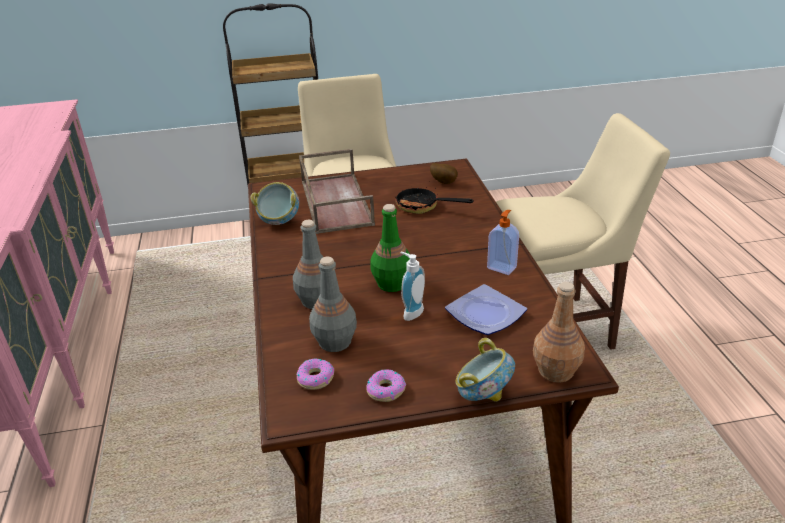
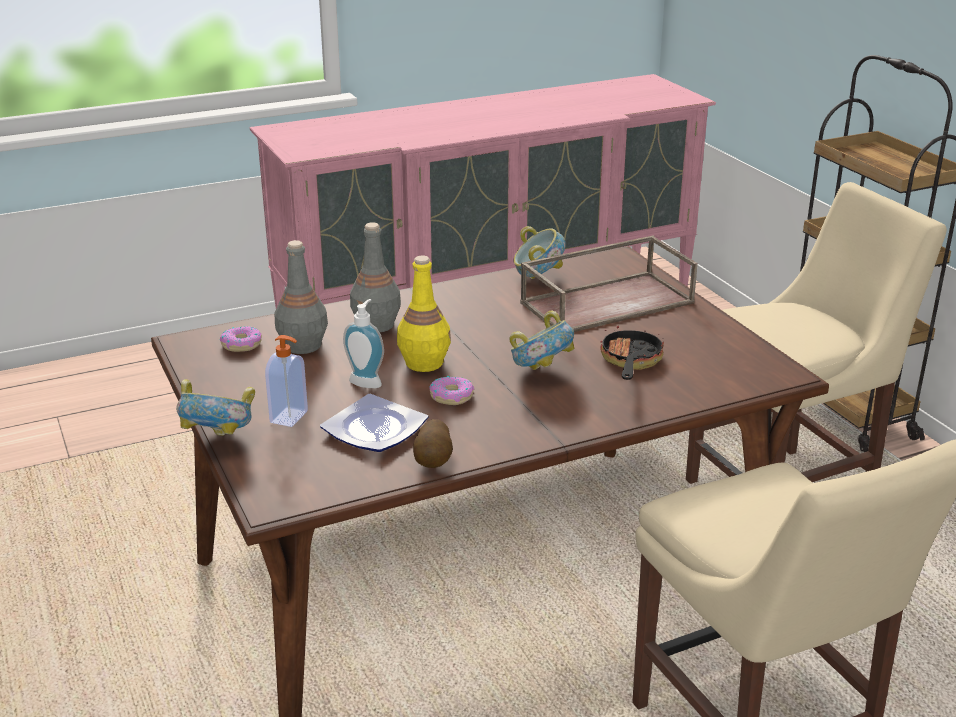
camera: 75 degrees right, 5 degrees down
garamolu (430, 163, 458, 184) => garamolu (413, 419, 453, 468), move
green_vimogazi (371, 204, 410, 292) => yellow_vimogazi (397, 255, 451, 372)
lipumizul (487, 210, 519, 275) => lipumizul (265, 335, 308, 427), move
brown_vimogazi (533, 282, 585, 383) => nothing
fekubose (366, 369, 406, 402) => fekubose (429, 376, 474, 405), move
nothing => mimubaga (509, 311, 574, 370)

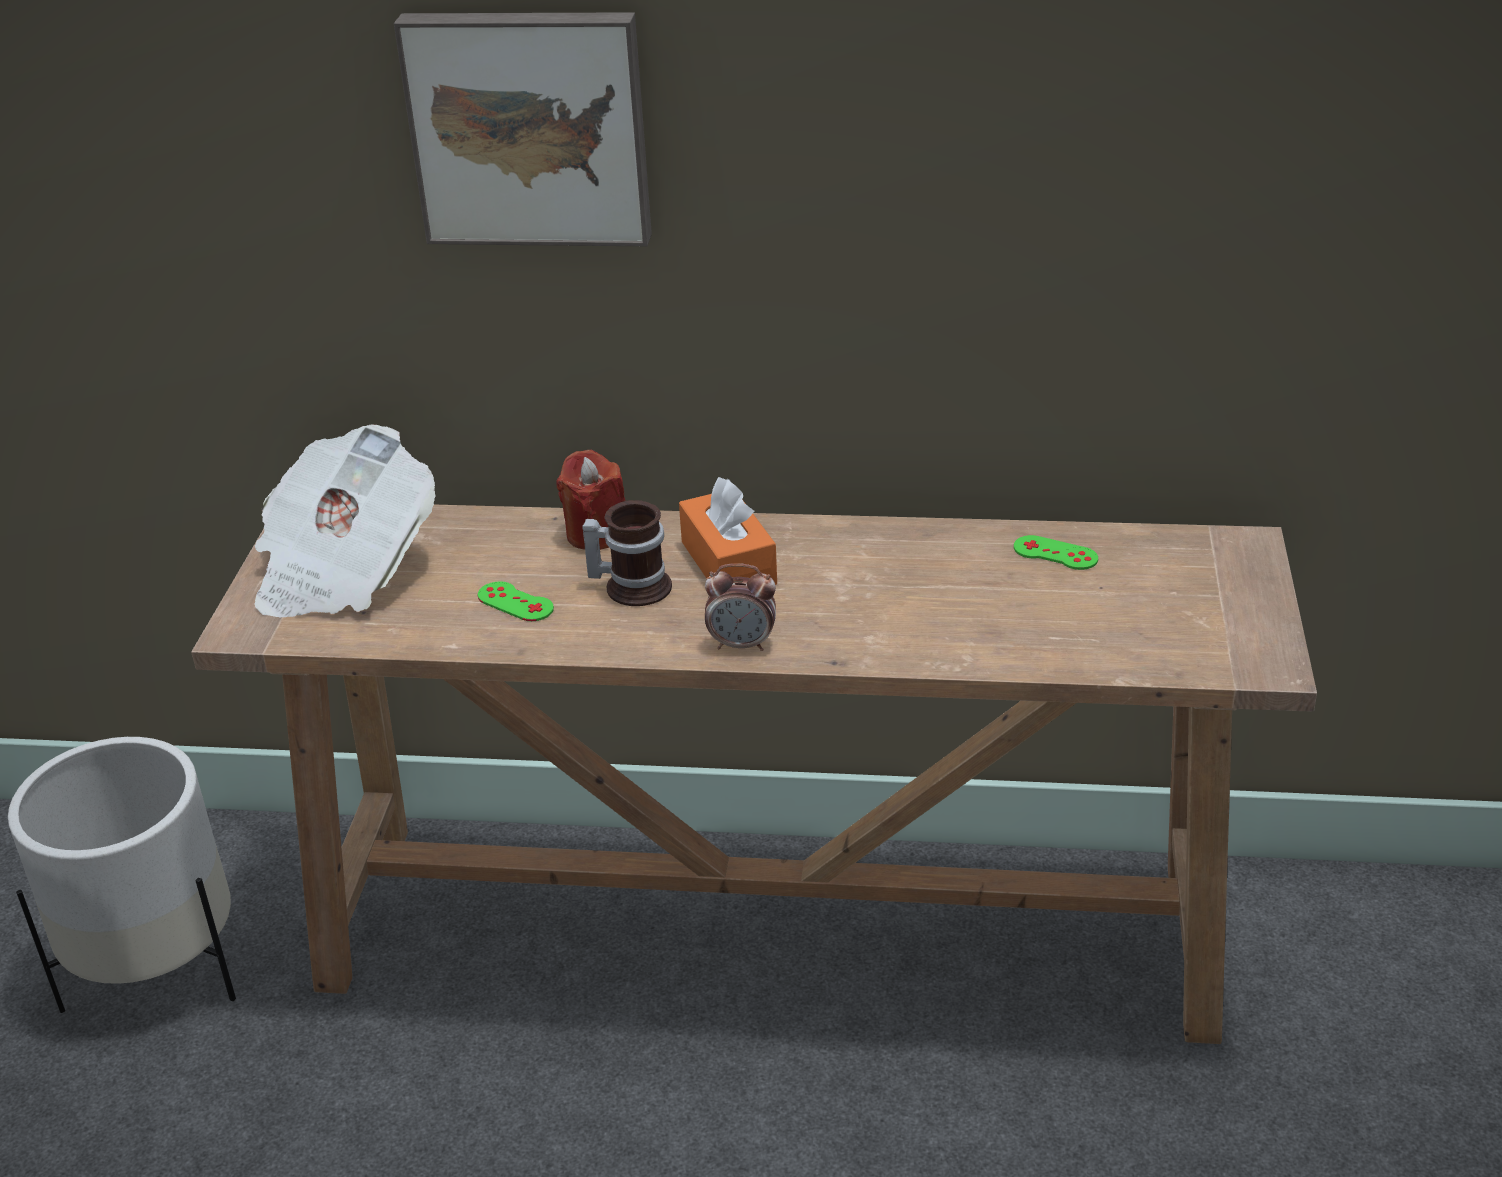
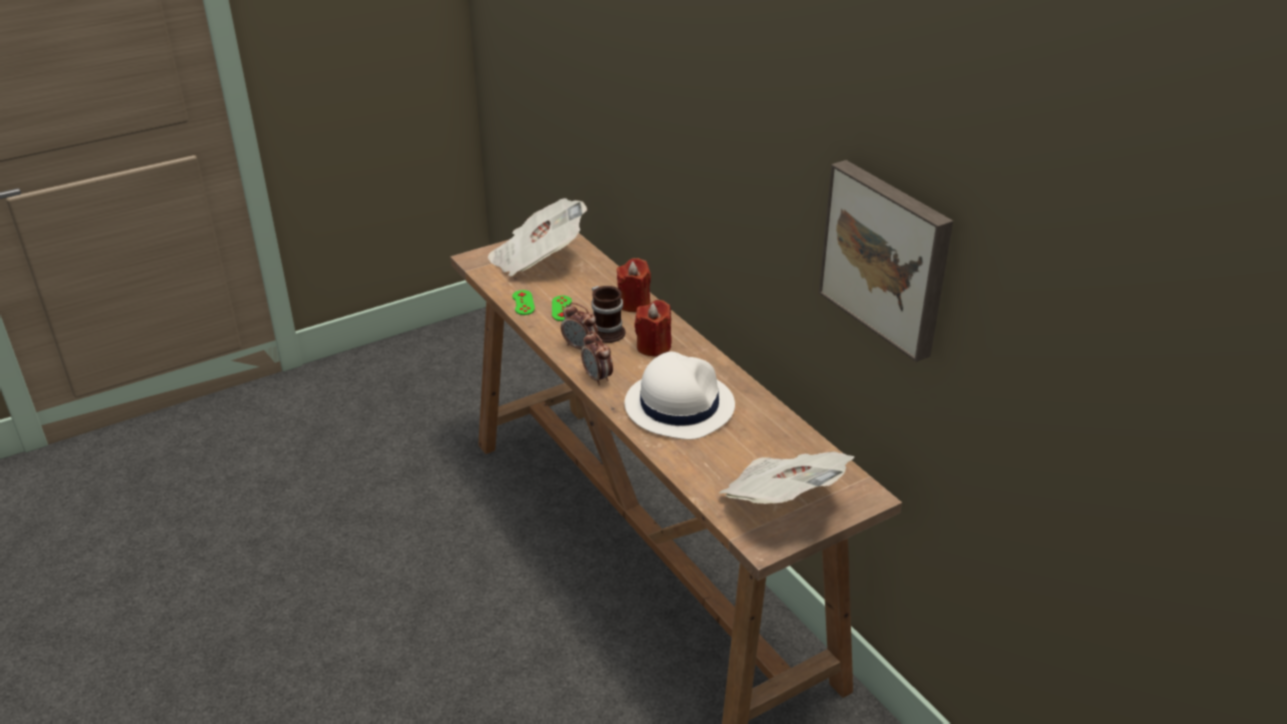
camera: 50 degrees right, 0 degrees up
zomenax (394, 12, 652, 246) => zomenax (819, 160, 953, 362), move
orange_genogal (679, 477, 777, 585) => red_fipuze (634, 300, 672, 357)
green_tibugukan (1014, 535, 1098, 570) => green_tibugukan (512, 290, 535, 315), move
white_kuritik (8, 737, 236, 1013) => nothing
nothing => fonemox (561, 303, 598, 349)
nothing => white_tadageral (625, 352, 735, 440)
nothing => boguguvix (719, 451, 854, 504)

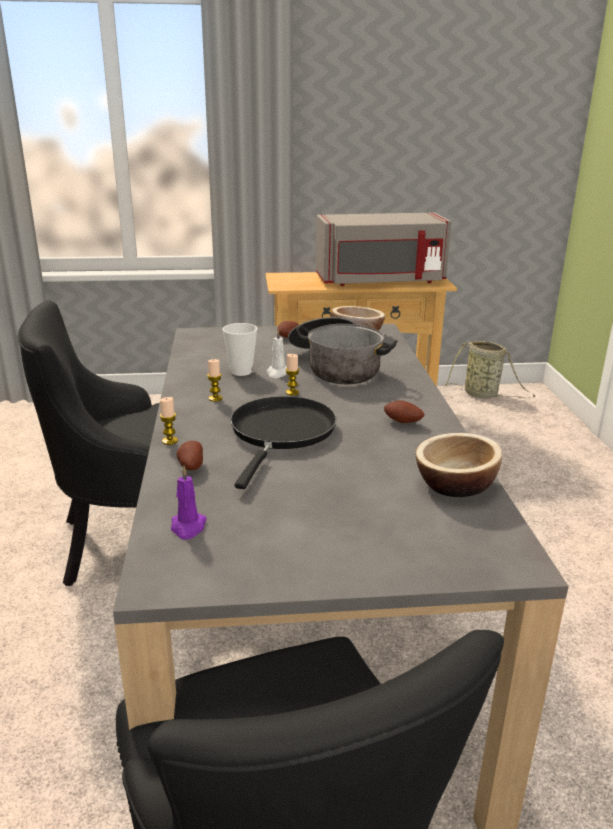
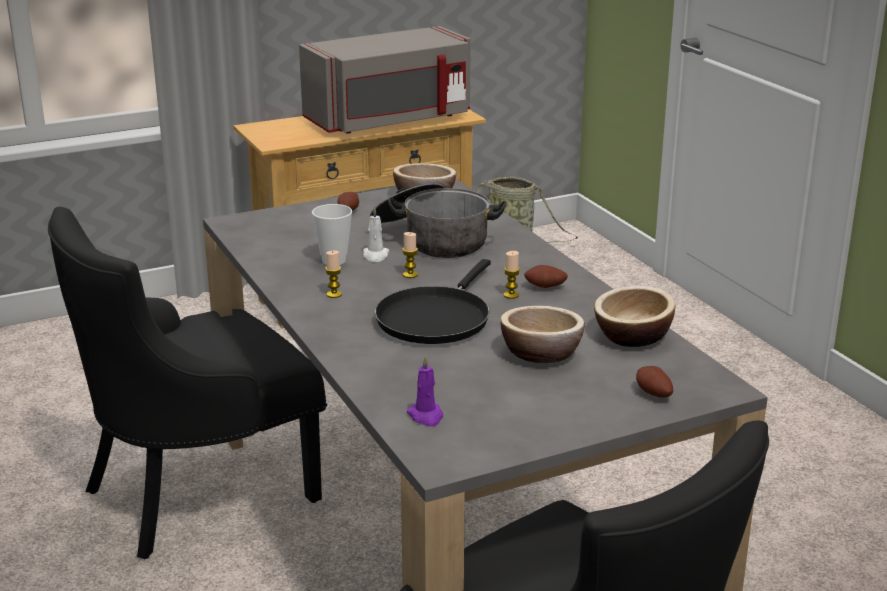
camera: 20 degrees left, 0 degrees up
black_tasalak (230, 396, 337, 489) => black_tasalak (375, 259, 491, 344), 150 degrees counterclockwise
fipuze (159, 397, 178, 445) => fipuze (504, 251, 520, 299), move
garamolu (177, 441, 203, 470) => garamolu (636, 366, 673, 398), move
nothing => mimubaga (500, 306, 585, 363)

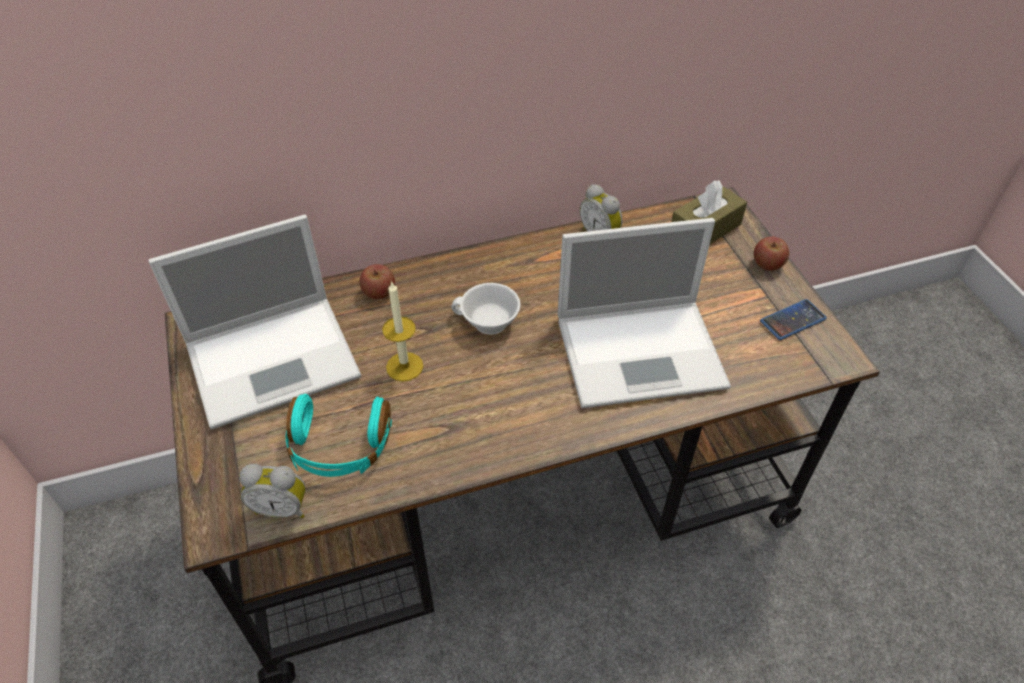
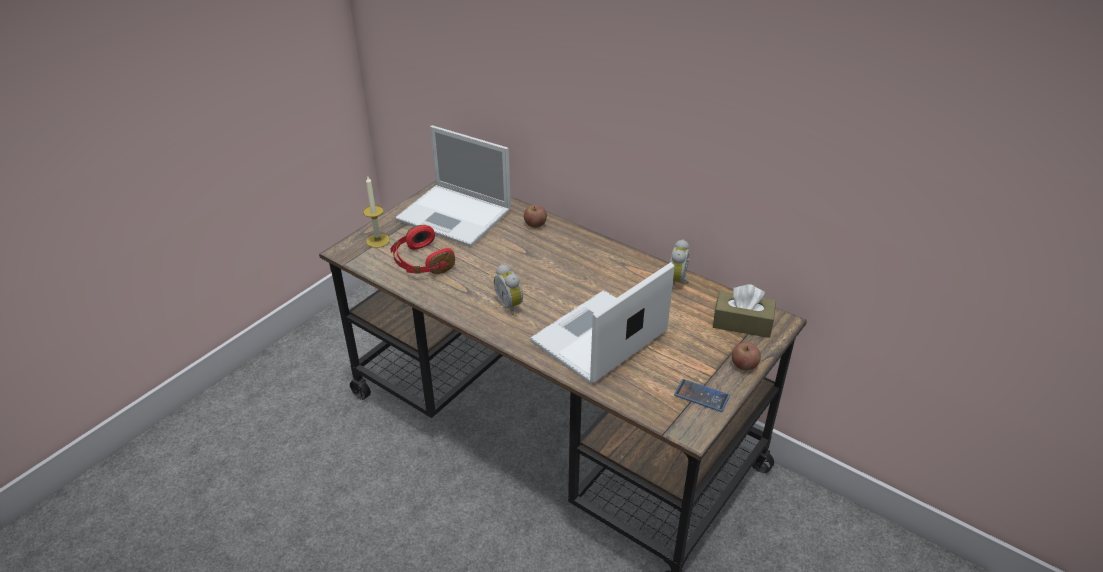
camera: 55 degrees right, 10 degrees down
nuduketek (558, 218, 731, 408) => nuduketek (530, 262, 675, 384), 90 degrees clockwise
fipuze (382, 281, 423, 381) => fipuze (363, 175, 390, 248), move
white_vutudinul (451, 283, 521, 334) => nothing
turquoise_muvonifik (286, 394, 392, 477) => red_muvonifik (390, 225, 455, 274)
fonemox (239, 464, 306, 518) => fonemox (494, 264, 523, 315), move

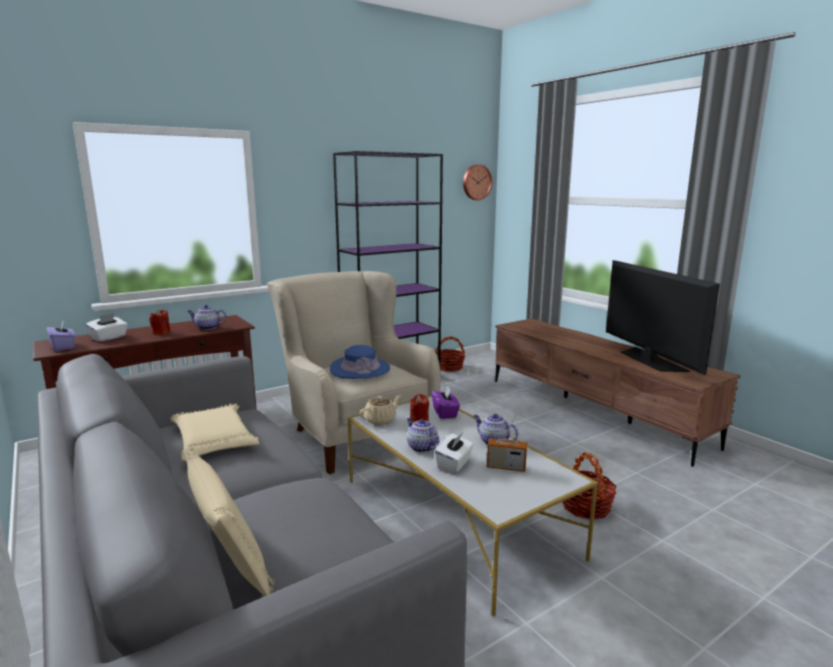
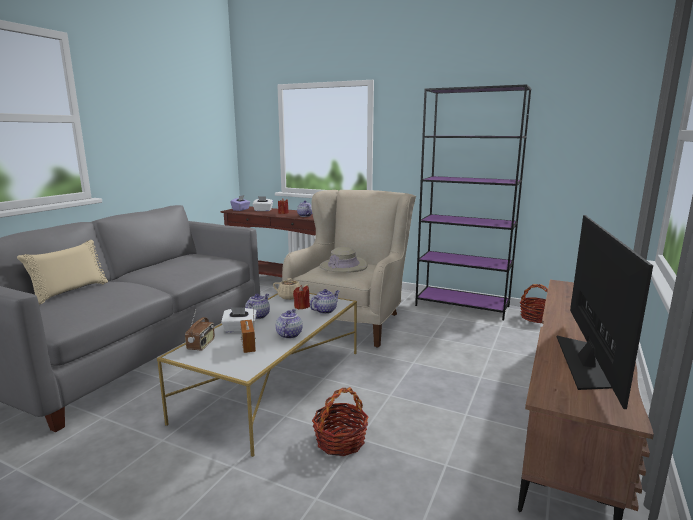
camera: 60 degrees right, 0 degrees up
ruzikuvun (463, 164, 492, 200) => nothing
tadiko (606, 260, 720, 375) => tadiko (557, 215, 653, 409), 150 degrees clockwise
blue_tadageral (330, 345, 390, 379) => beige_tadageral (319, 247, 368, 273)
purple_genogal (432, 387, 460, 419) => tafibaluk (310, 289, 339, 314)
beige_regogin (171, 403, 260, 461) => nothing
nothing => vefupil (185, 310, 215, 351)

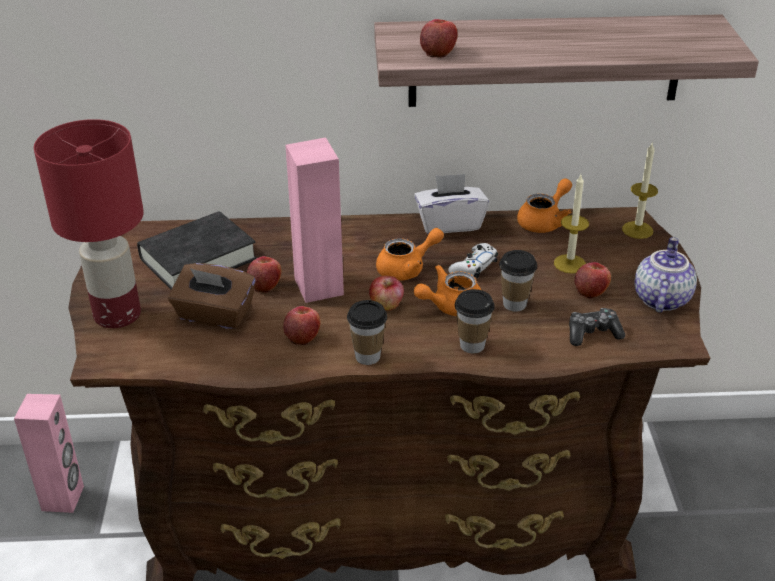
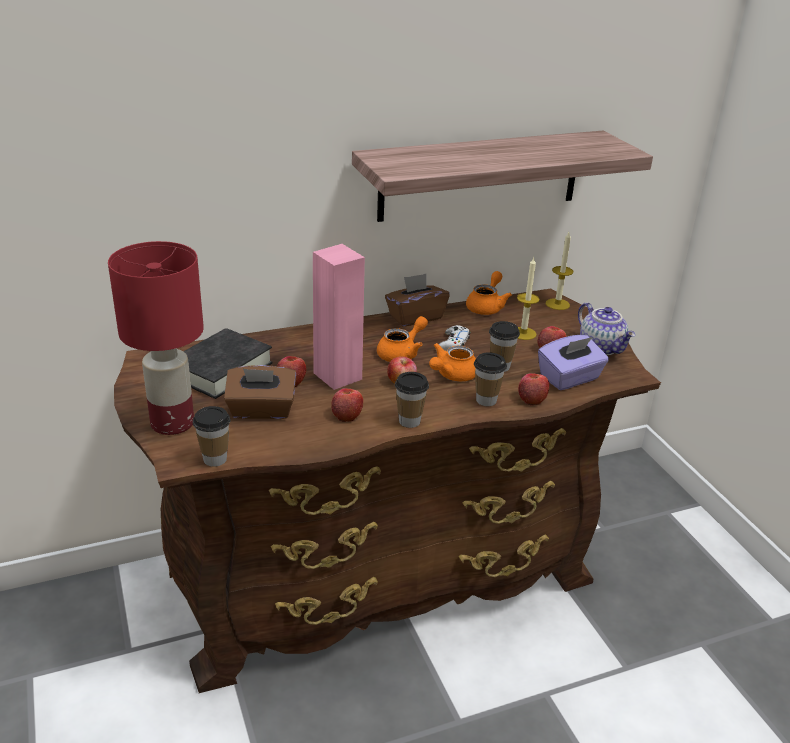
camera: 20 degrees left, 5 degrees down
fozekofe (420, 19, 458, 58) => fozekofe (519, 373, 549, 406), move
white_genogal (414, 174, 489, 234) => brown_genogal (385, 273, 450, 327)
tafibaluk (634, 237, 697, 312) => tafibaluk (578, 302, 635, 356), 150 degrees clockwise
tibugukan (569, 308, 625, 346) => purple_genogal (538, 335, 609, 390)
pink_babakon (14, 394, 84, 513) => nothing
nothing => vutudinul (193, 406, 230, 467)

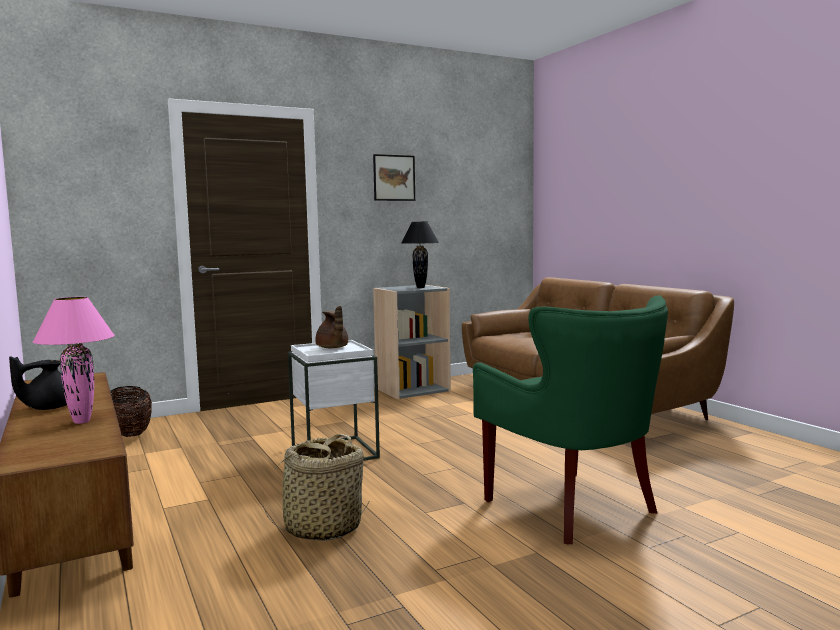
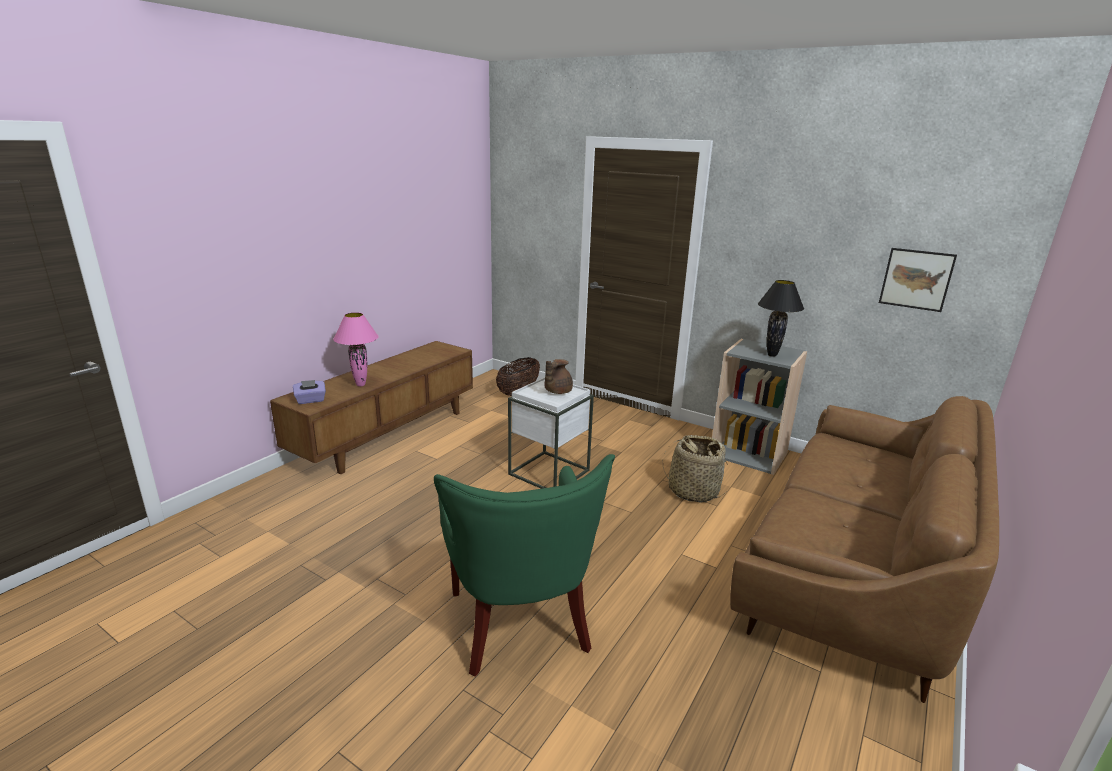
camera: 60 degrees right, 15 degrees up
zomenax (373, 154, 415, 201) => zomenax (879, 248, 957, 312), move
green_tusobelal (473, 295, 668, 544) => green_tusobelal (434, 454, 615, 677), 45 degrees counterclockwise
black_tafibaluk (9, 356, 67, 410) => nothing
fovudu (263, 434, 370, 541) => fovudu (663, 435, 728, 502), move
nothing => purple_genogal (293, 380, 326, 404)

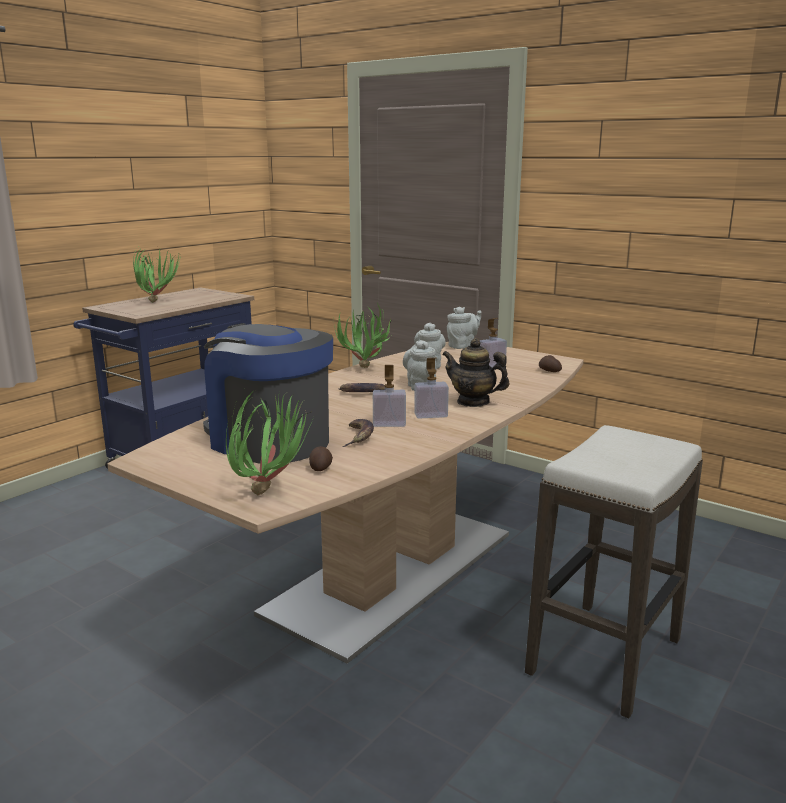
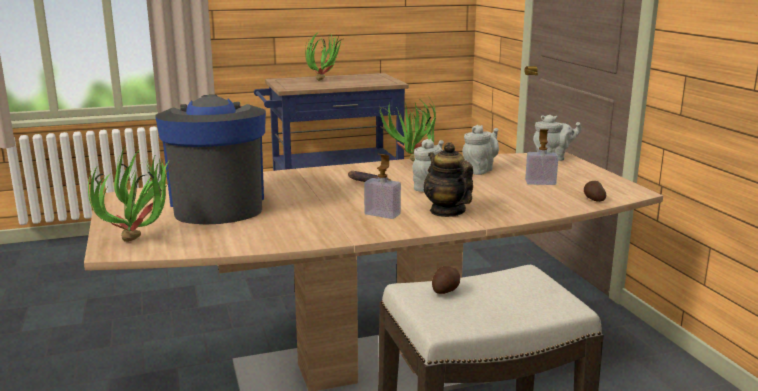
camera: 35 degrees right, 0 degrees up
lipumizul (373, 365, 406, 427) => nothing
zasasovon (342, 419, 374, 447) => nothing
garamolu (309, 446, 333, 471) => garamolu (432, 266, 460, 294), move

